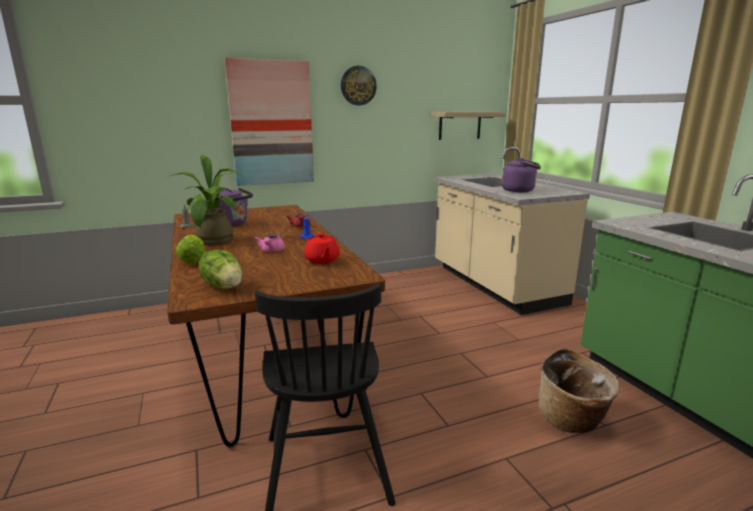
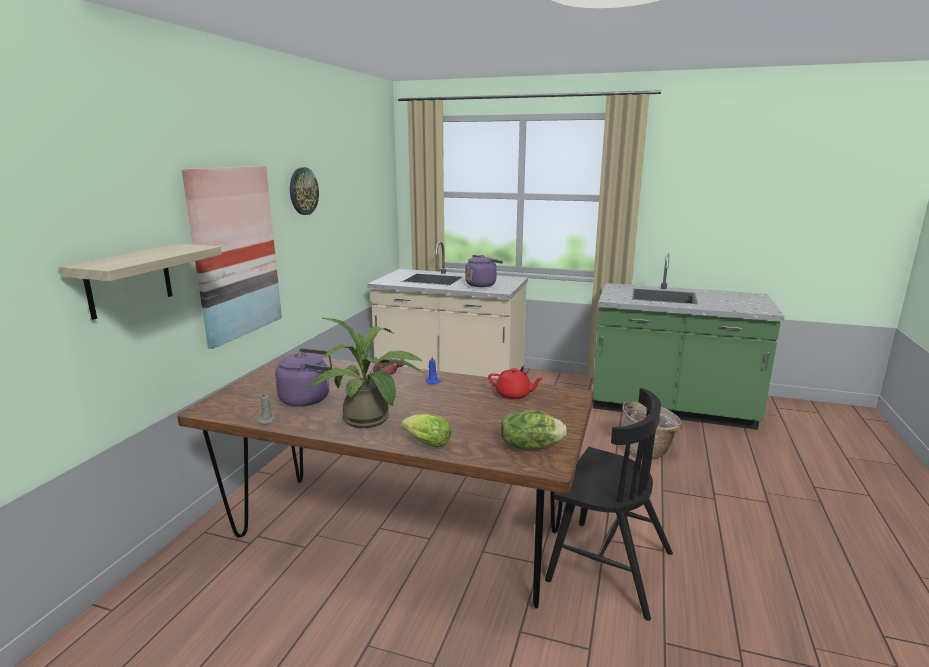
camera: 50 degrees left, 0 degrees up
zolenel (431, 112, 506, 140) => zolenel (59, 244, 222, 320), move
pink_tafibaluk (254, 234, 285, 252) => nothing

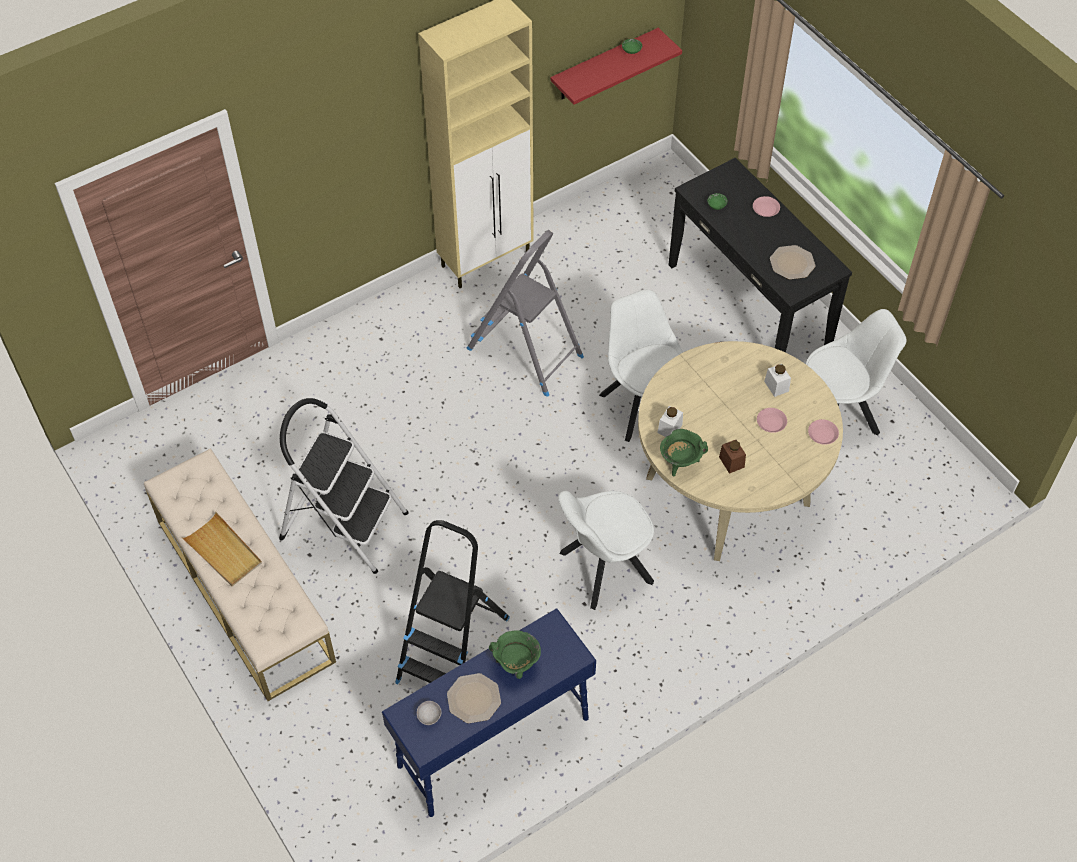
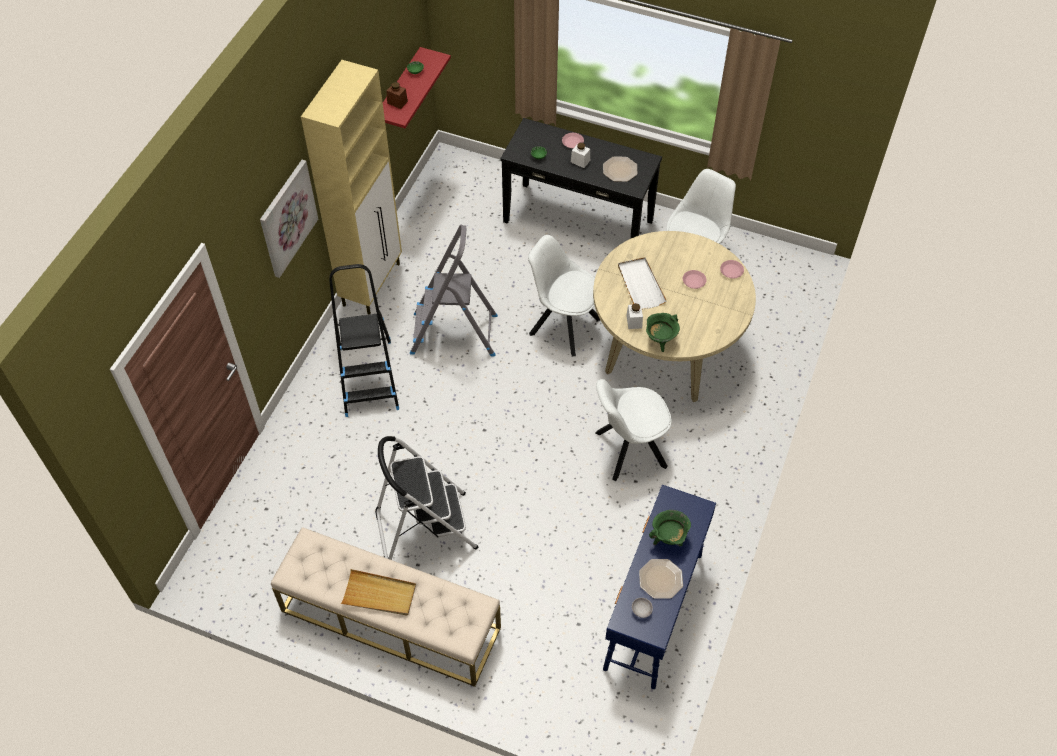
camera: 35 degrees left, 0 degrees up
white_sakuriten (764, 364, 791, 397) => white_sakuriten (571, 143, 590, 168), move
brown_sakuriten (719, 440, 746, 474) => brown_sakuriten (386, 82, 408, 109), move
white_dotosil (558, 491, 654, 610) => white_dotosil (596, 379, 672, 481), 45 degrees clockwise
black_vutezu (395, 520, 510, 684) => black_vutezu (329, 264, 399, 417), move
nothing => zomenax (260, 160, 318, 278)
nothing => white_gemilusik (618, 257, 667, 310)

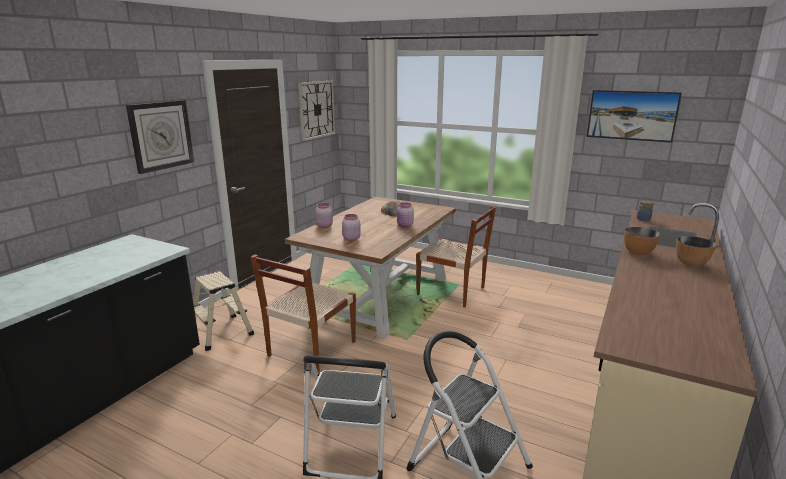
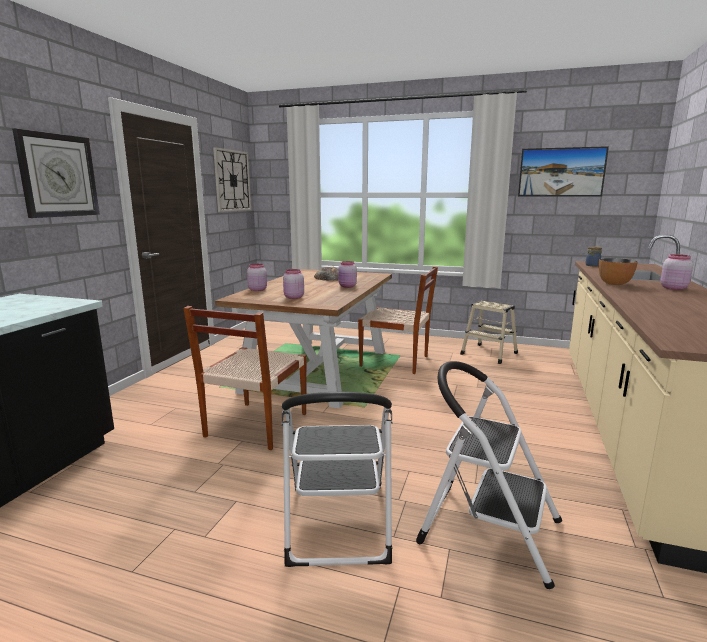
camera: 10 degrees left, 5 degrees down
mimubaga (676, 236, 716, 266) => pink_sakuriten (660, 254, 693, 290)
beige_vutezu (193, 271, 254, 351) => beige_vutezu (460, 300, 518, 364), move

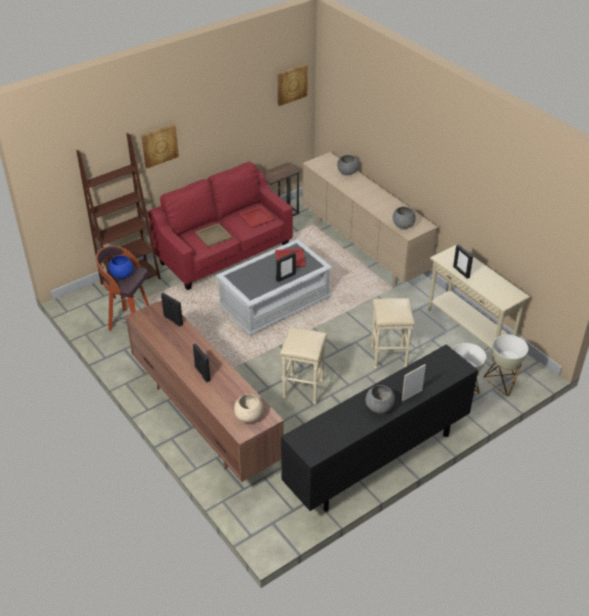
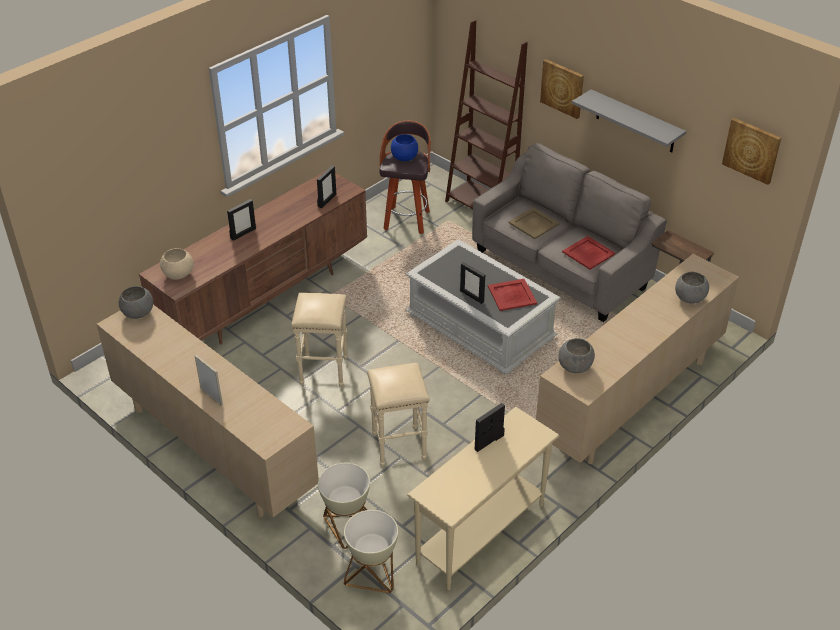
camera: 80 degrees right, 0 degrees up
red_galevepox (148, 162, 293, 290) => grey_galevepox (472, 143, 667, 322)
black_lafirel (281, 344, 478, 512) => beige_lafirel (97, 305, 319, 517)
grey_mimubaga (366, 385, 395, 413) => grey_mimubaga (119, 286, 153, 319), move
nothing => grey_zolenel (572, 89, 686, 153)

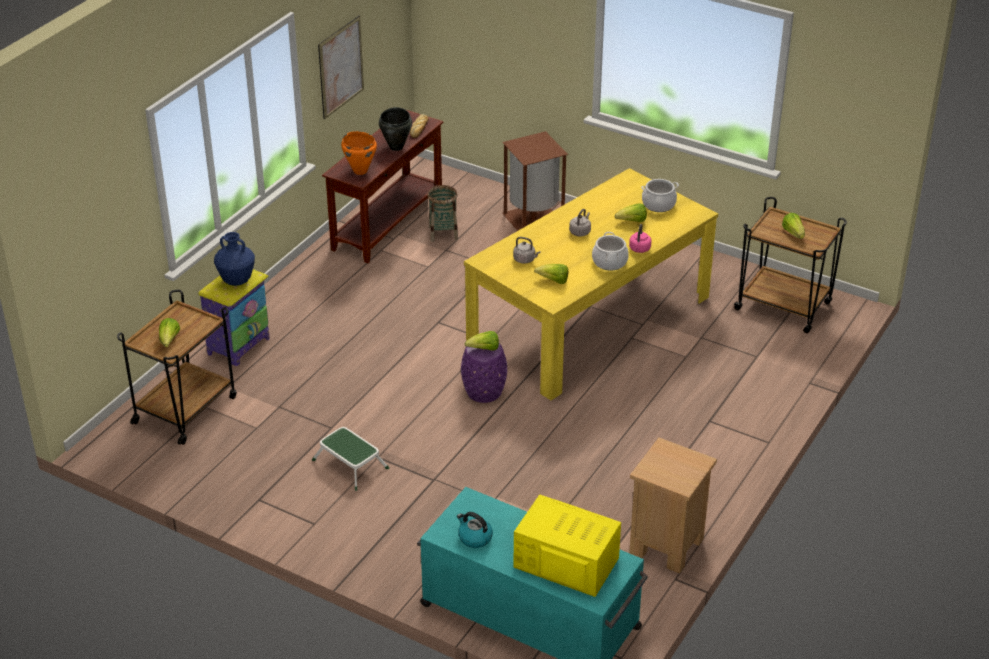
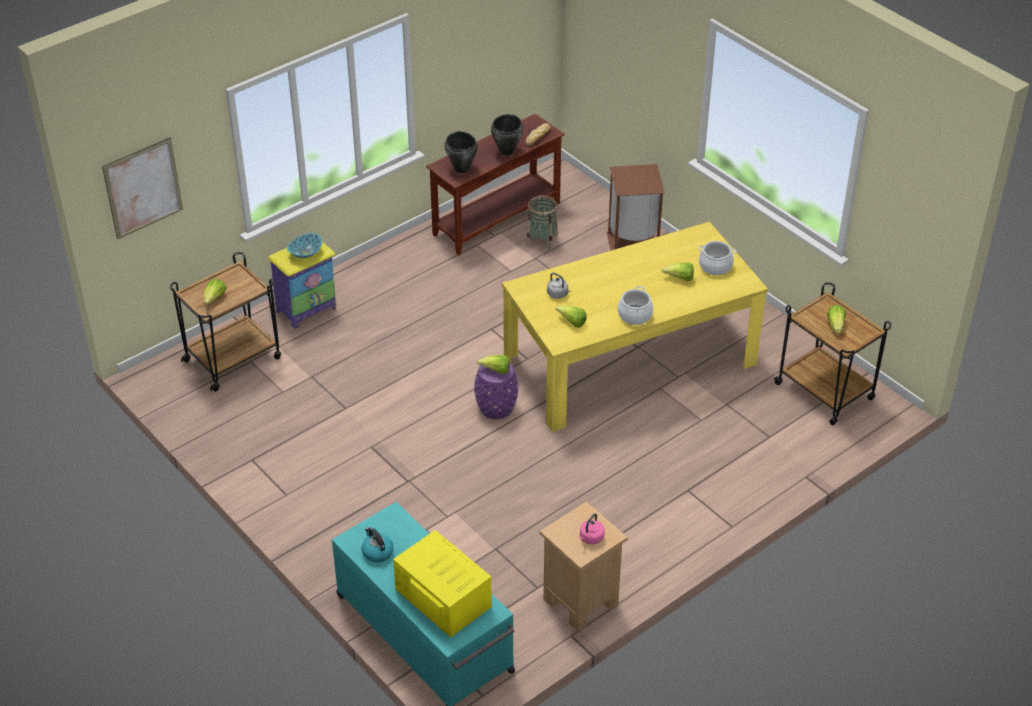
camera: 20 degrees right, 5 degrees up
zomenax (318, 16, 364, 119) => zomenax (102, 137, 183, 239), move
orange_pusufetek (341, 131, 377, 175) => black_pusufetek (445, 131, 478, 173)
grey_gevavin (569, 209, 591, 236) => nothing
pink_gevavin (629, 224, 651, 253) => pink_gevavin (579, 513, 605, 544), move
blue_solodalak (214, 232, 255, 286) => mimubaga (287, 233, 322, 258)
green_vutezu (312, 427, 389, 491) => nothing

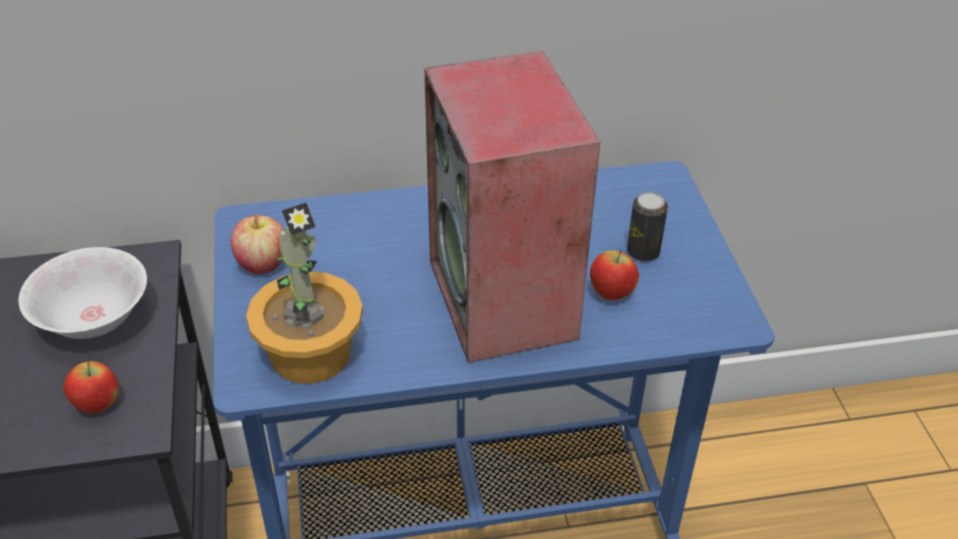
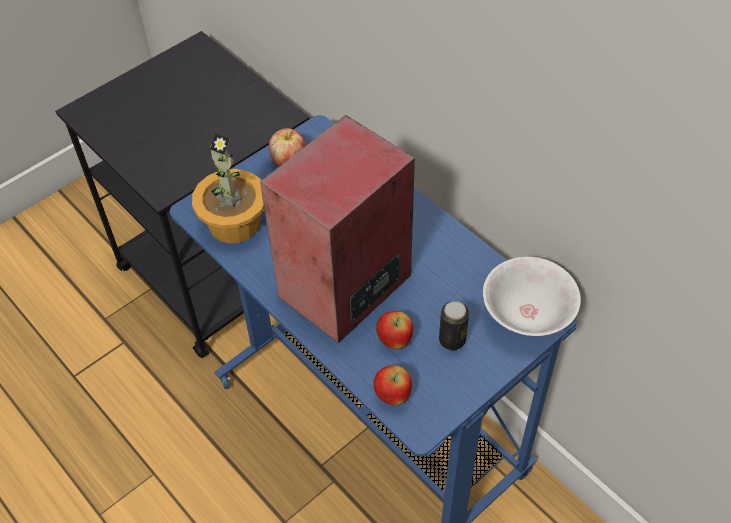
camera: 60 degrees right, 10 degrees up
white_mimubaga (18, 247, 147, 339) => white_mimubaga (483, 257, 581, 336), move
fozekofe (64, 361, 119, 414) => fozekofe (373, 365, 412, 405), move

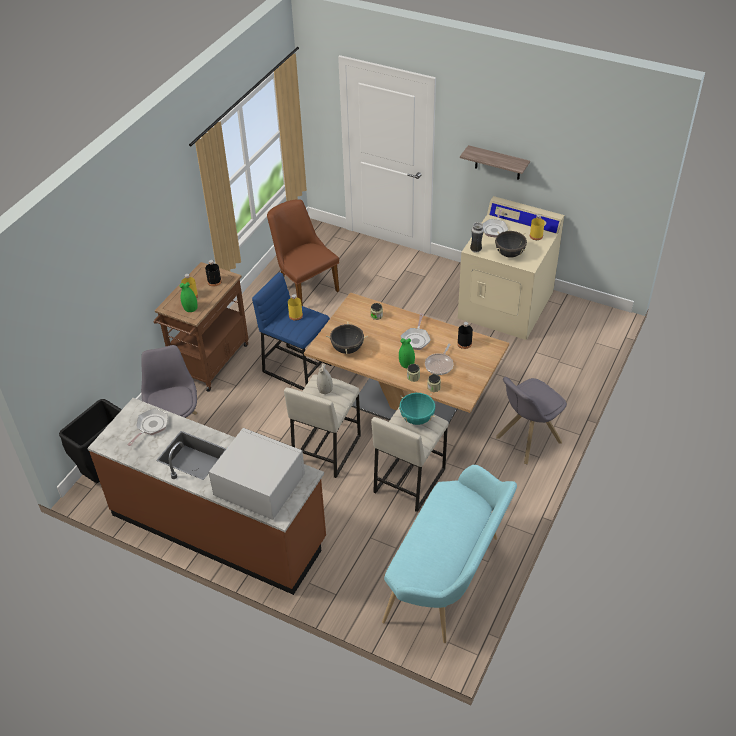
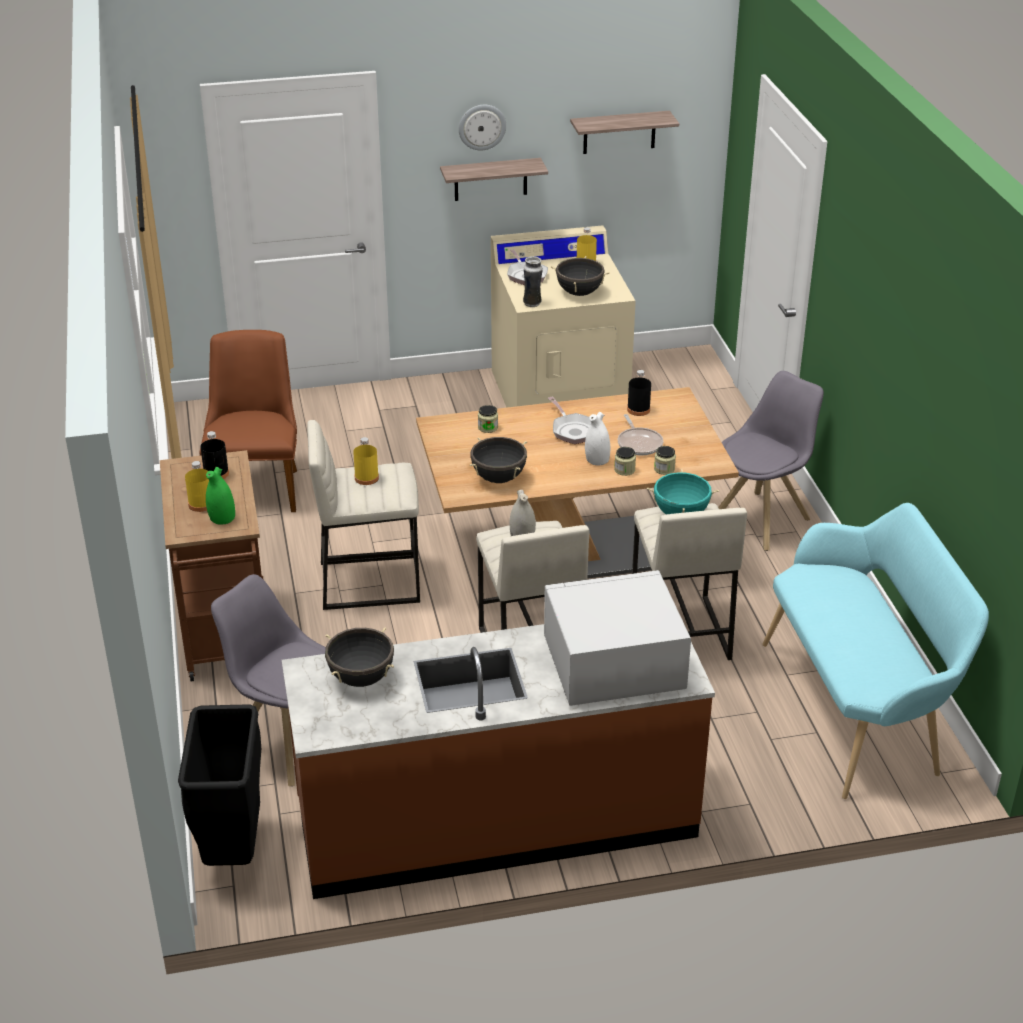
camera: 40 degrees left, 10 degrees down
brown_dotosil (267, 199, 339, 306) => brown_dotosil (199, 330, 297, 512), 75 degrees clockwise
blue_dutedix (252, 272, 332, 390) => beige_dutedix (307, 420, 420, 610)
green_solodalak (399, 338, 415, 368) => white_solodalak (585, 412, 610, 465)
grey_dotosil (496, 377, 567, 464) => grey_dotosil (718, 371, 824, 551), 150 degrees counterclockwise
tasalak (127, 408, 168, 446) => black_pusufetek (325, 627, 394, 687)
nothing => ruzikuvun (459, 105, 506, 150)
nothing => zolenel (570, 111, 679, 154)

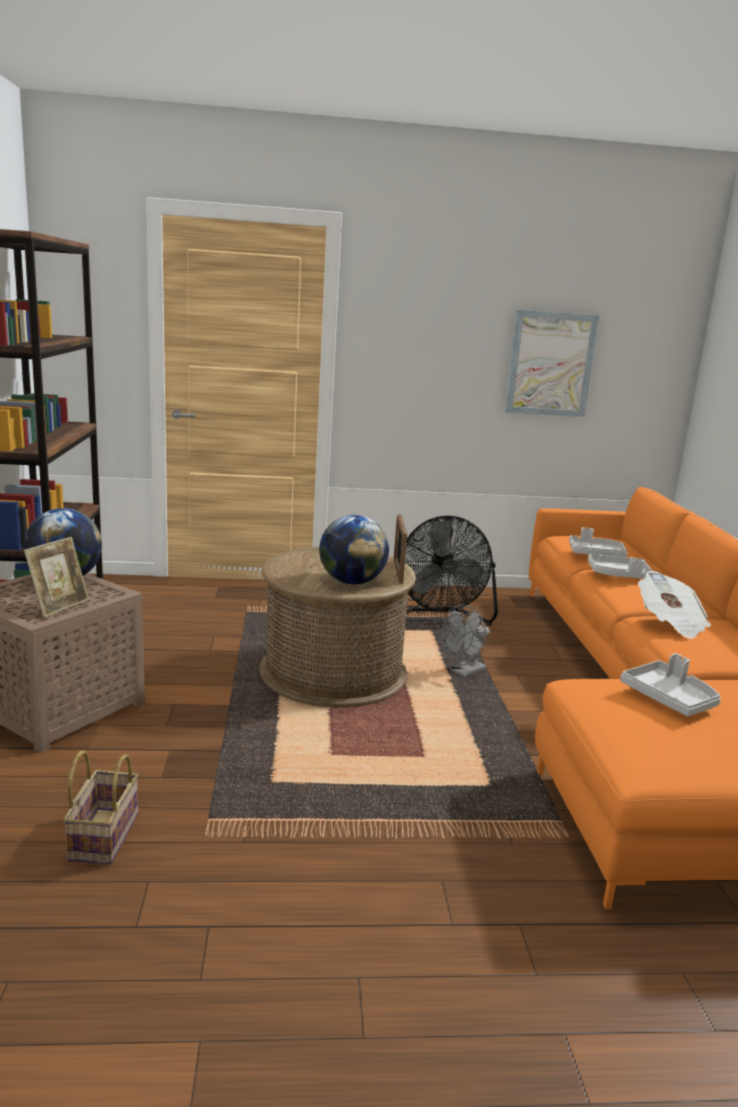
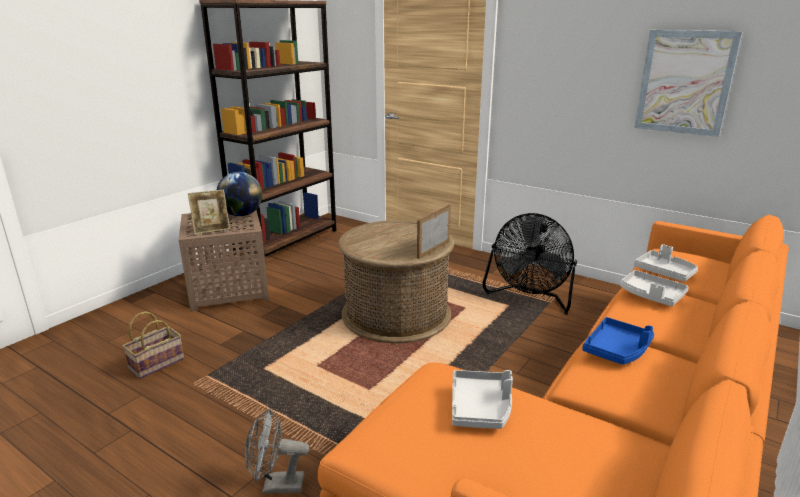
camera: 40 degrees right, 5 degrees up
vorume (319, 515, 389, 585) => nothing
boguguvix (638, 571, 711, 639) => blue_gemilusik (582, 317, 654, 365)
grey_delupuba (442, 604, 490, 677) => grey_delupuba (245, 409, 309, 494), move

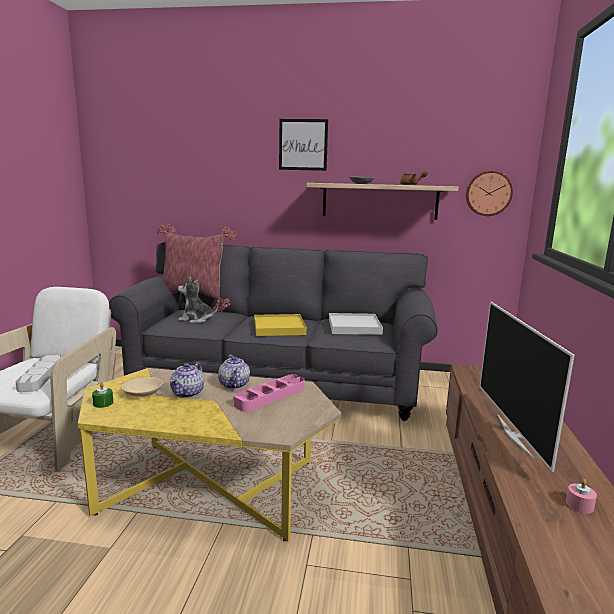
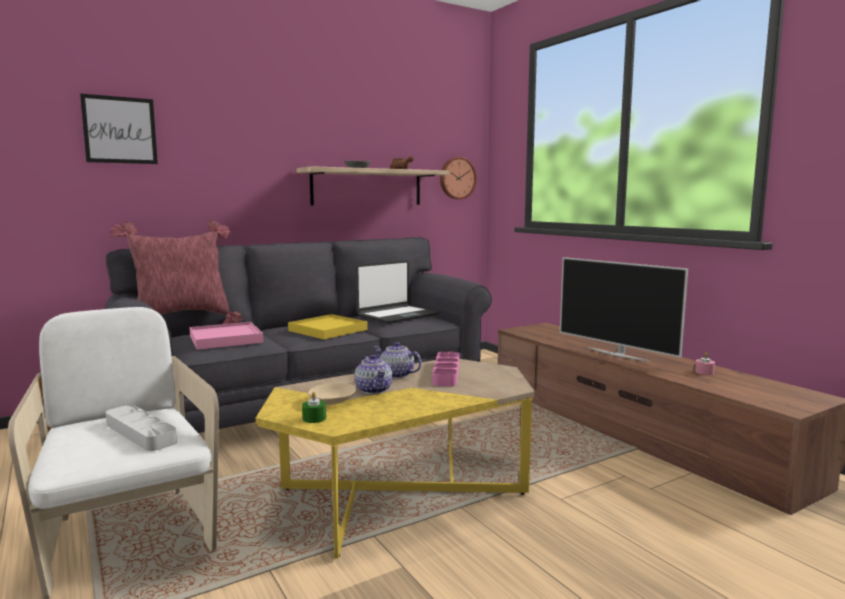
camera: 40 degrees left, 5 degrees down
zomenax (279, 119, 328, 171) => zomenax (80, 94, 158, 164), move
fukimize (178, 277, 218, 323) => pink_gemilusik (189, 322, 263, 350)
white_gemilusik (329, 313, 383, 335) => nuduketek (356, 260, 439, 324)

